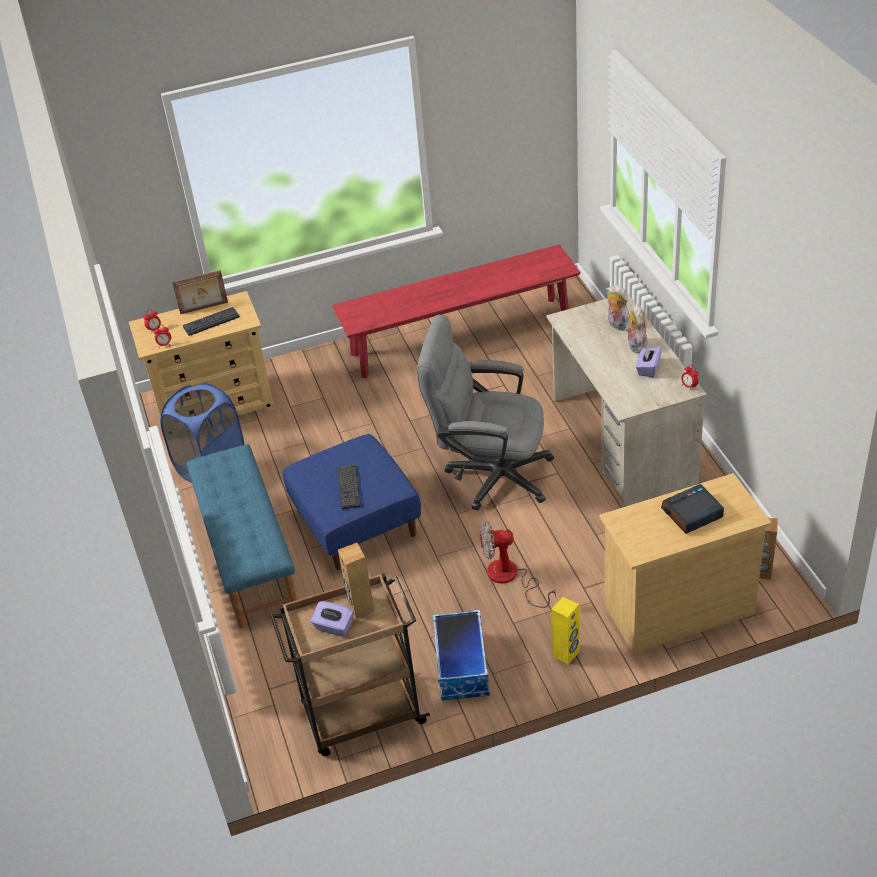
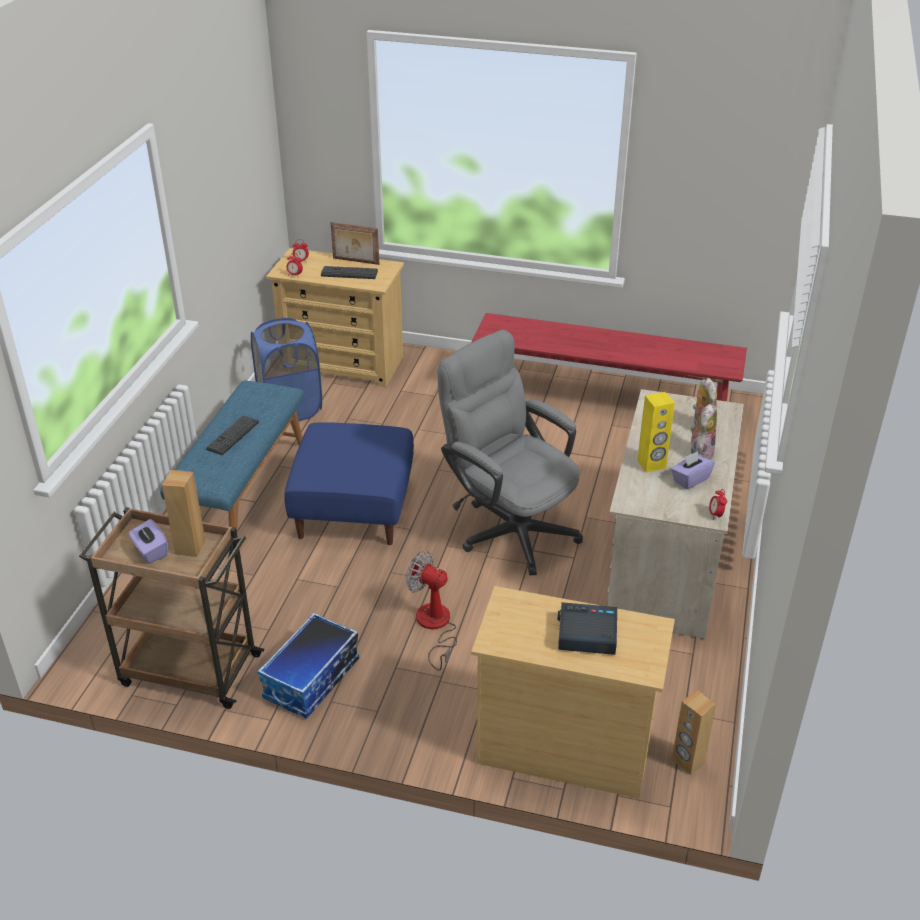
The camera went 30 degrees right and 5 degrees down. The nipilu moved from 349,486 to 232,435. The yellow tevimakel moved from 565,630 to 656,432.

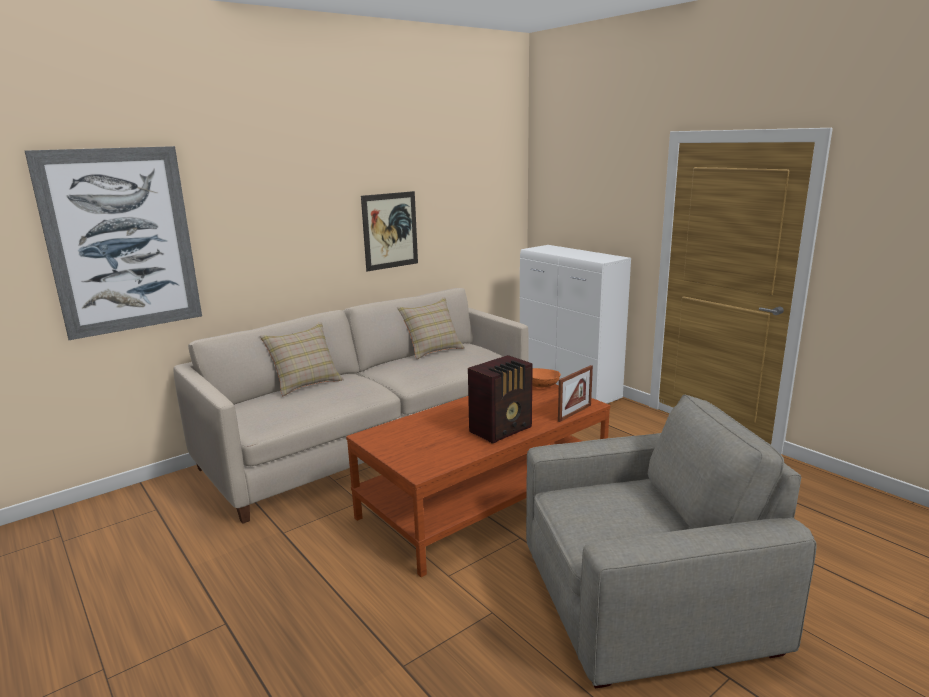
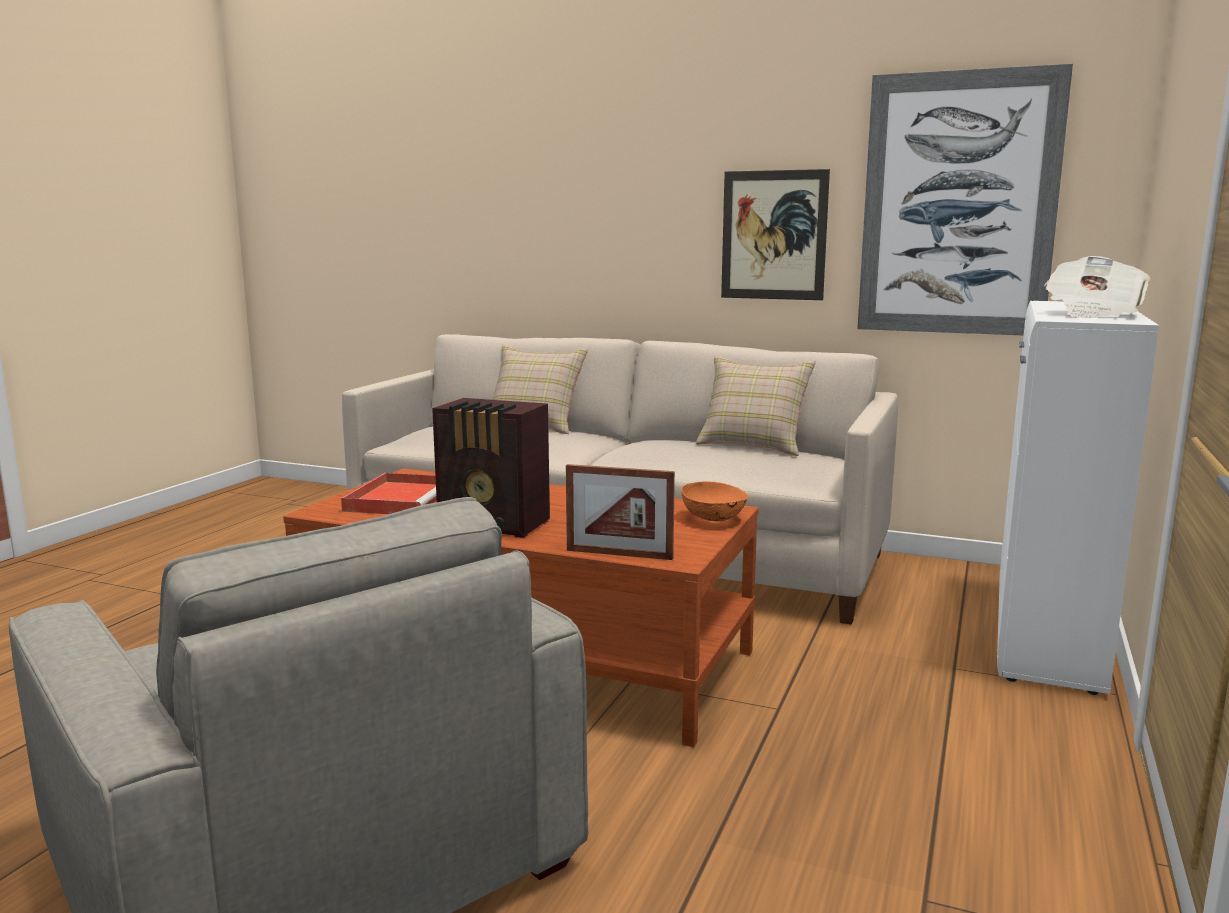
The camera went 60 degrees right and 5 degrees down. The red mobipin at 389,493 appeared. The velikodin moved from 113,243 to 965,200. The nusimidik at 1097,287 appeared.

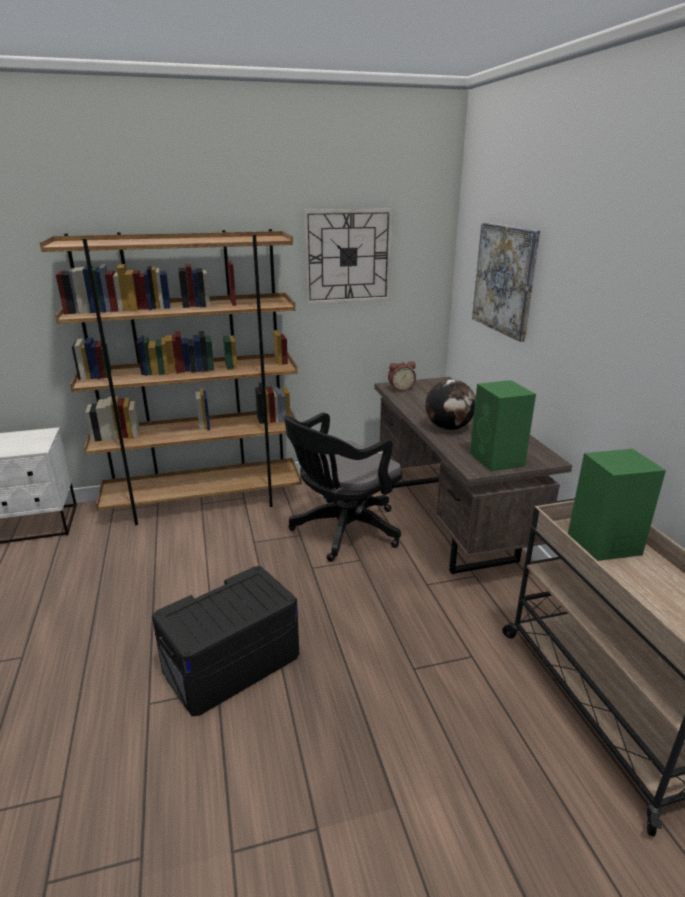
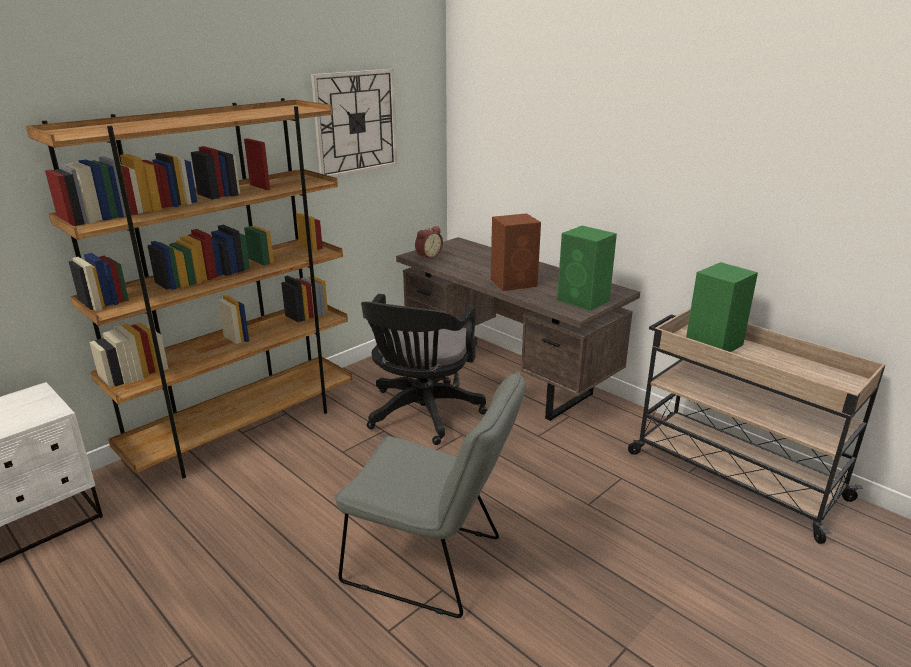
The camera went 30 degrees left and 0 degrees up. The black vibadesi at 225,641 was replaced by the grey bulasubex at 430,494. The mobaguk at 450,404 was replaced by the brown tevimakel at 516,252. The velikodin at 506,282 disappeared.

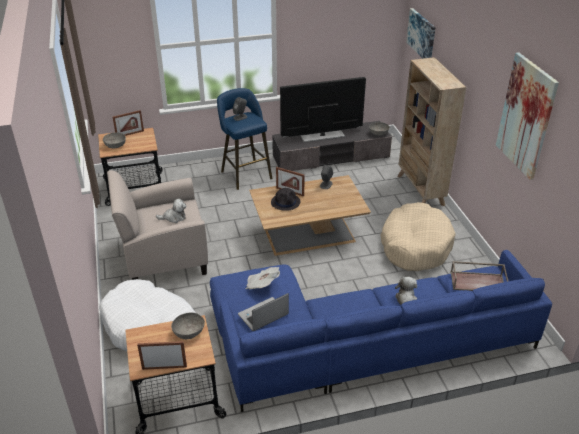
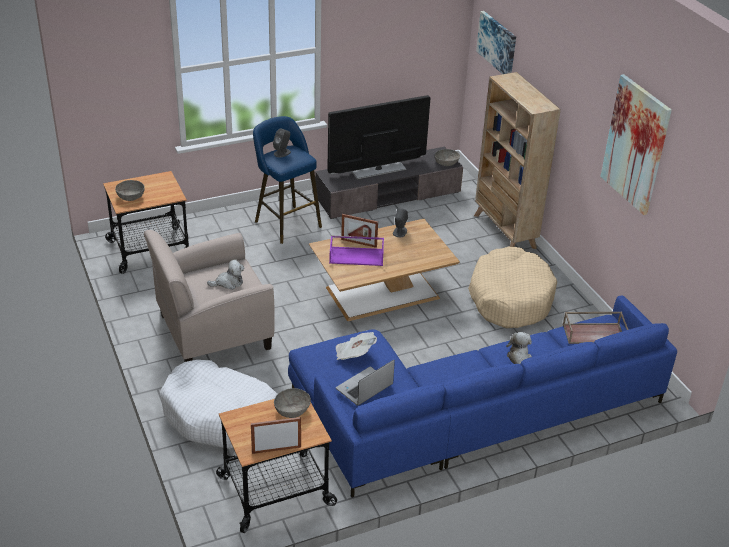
The camera went 10 degrees left and 0 degrees up. The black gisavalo at 285,199 was replaced by the purple mobipin at 356,250. The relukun at 128,123 disappeared.

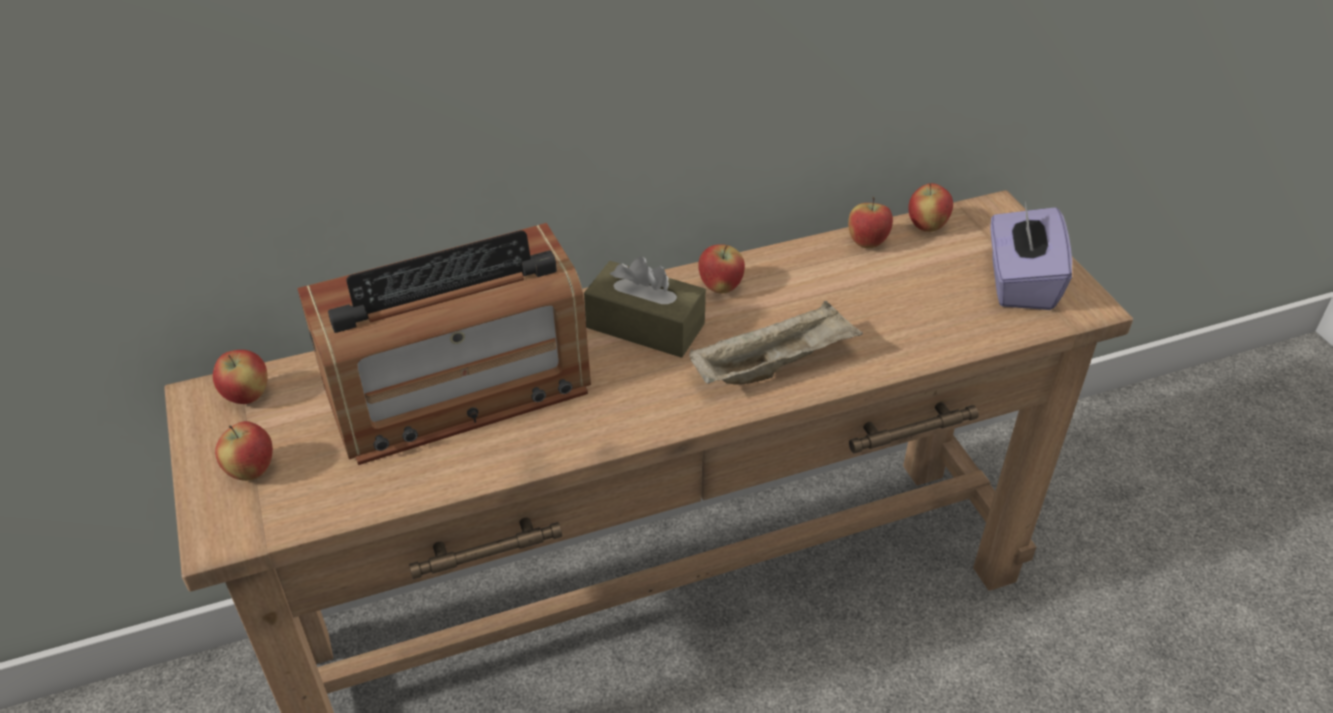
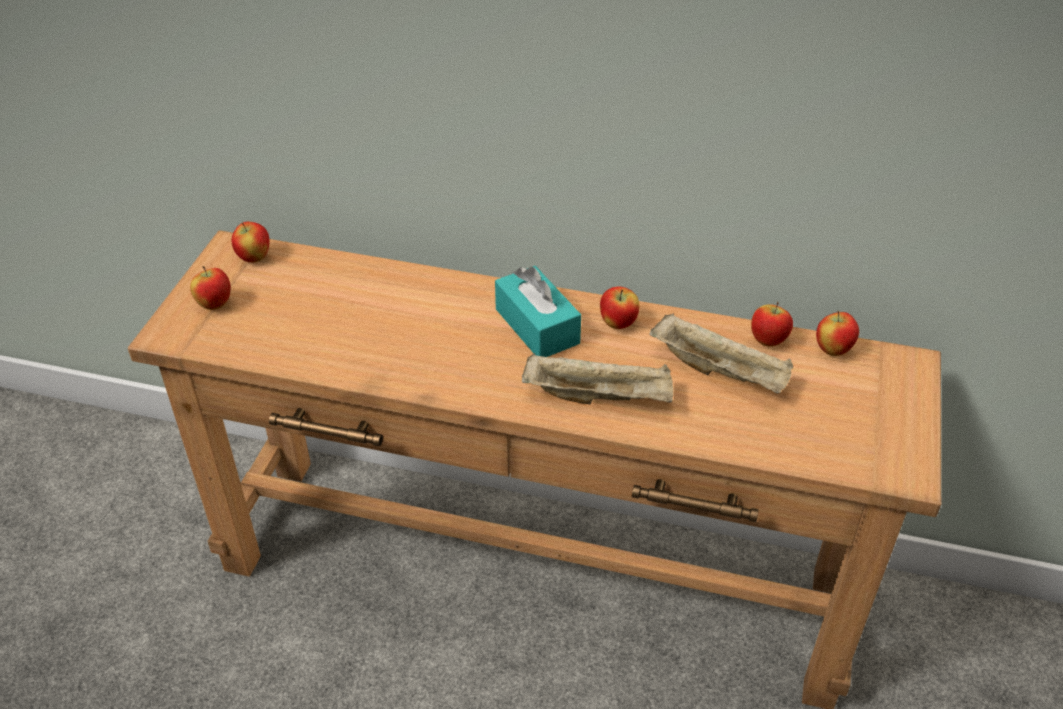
The camera went 35 degrees right and 0 degrees up. The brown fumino at 645,307 became the turquoise fumino at 538,311. The beige mobipin at 721,353 appeared. The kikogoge at 444,344 disappeared. The purple fumino at 1031,255 disappeared.

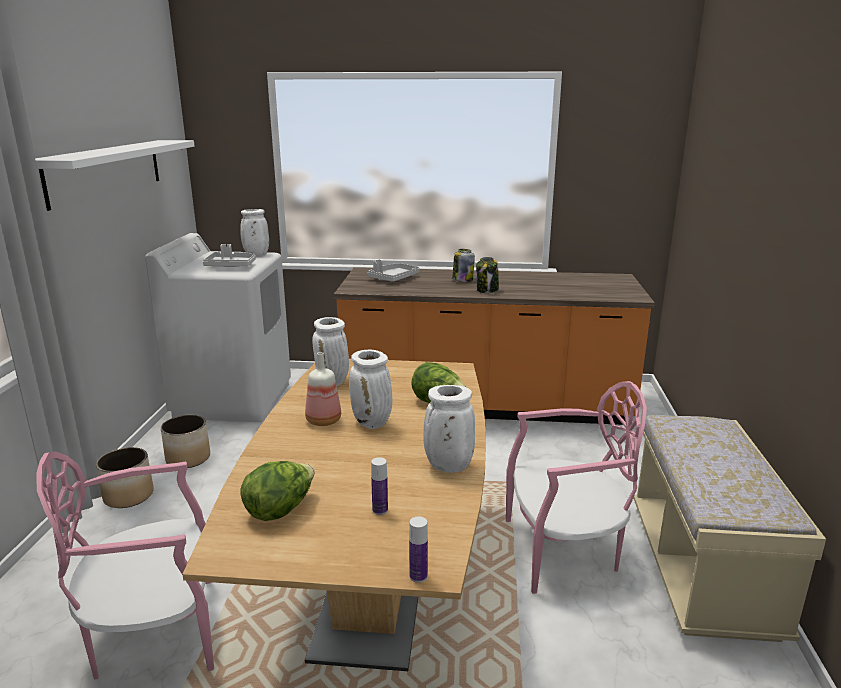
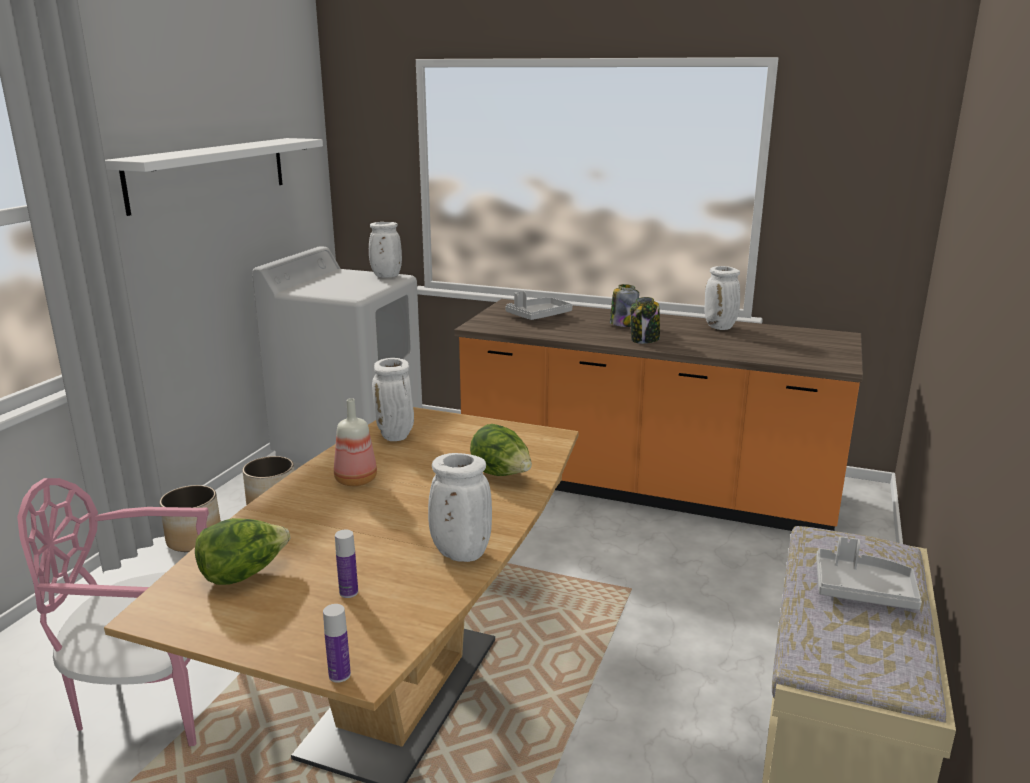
The camera went 15 degrees right and 0 degrees up. The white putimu moved from 370,389 to 722,298. The grey mobipin moved from 229,255 to 869,573. The pink bulasubex at 576,487 disappeared.

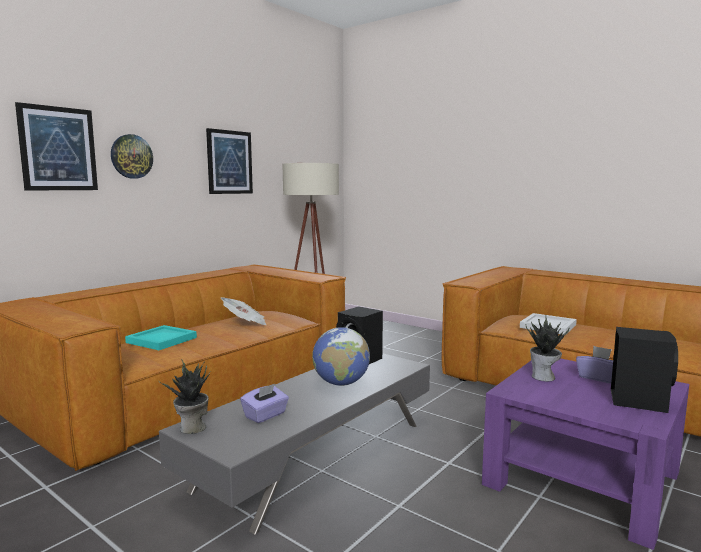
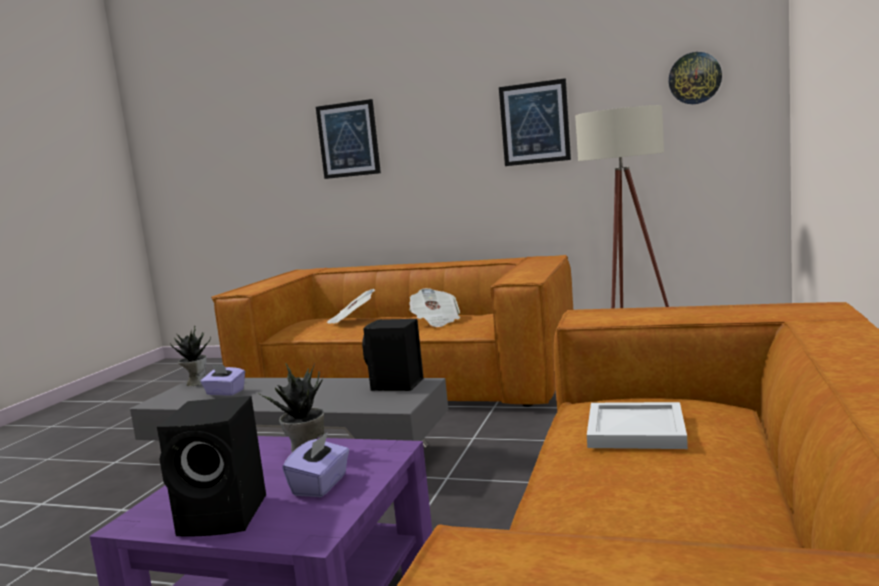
The camera went 70 degrees right and 0 degrees up. The turquoise mobipin at 161,337 was replaced by the nusimidik at 351,306. The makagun moved from 132,156 to 695,78. The mobaguk at 341,356 disappeared.

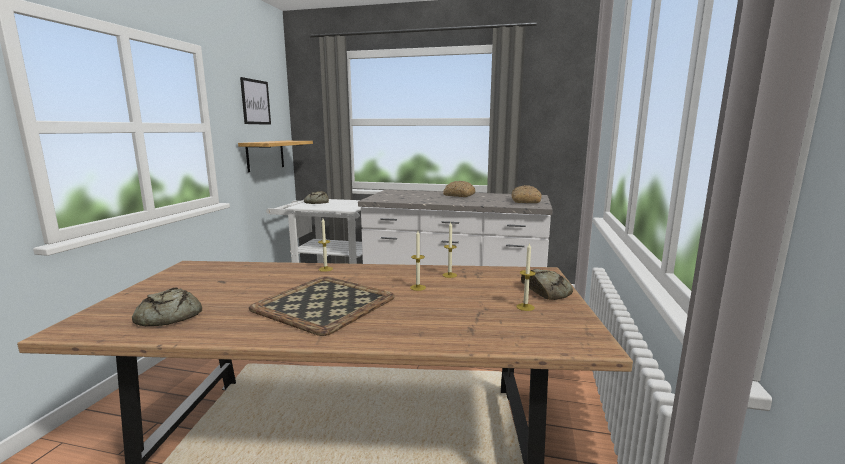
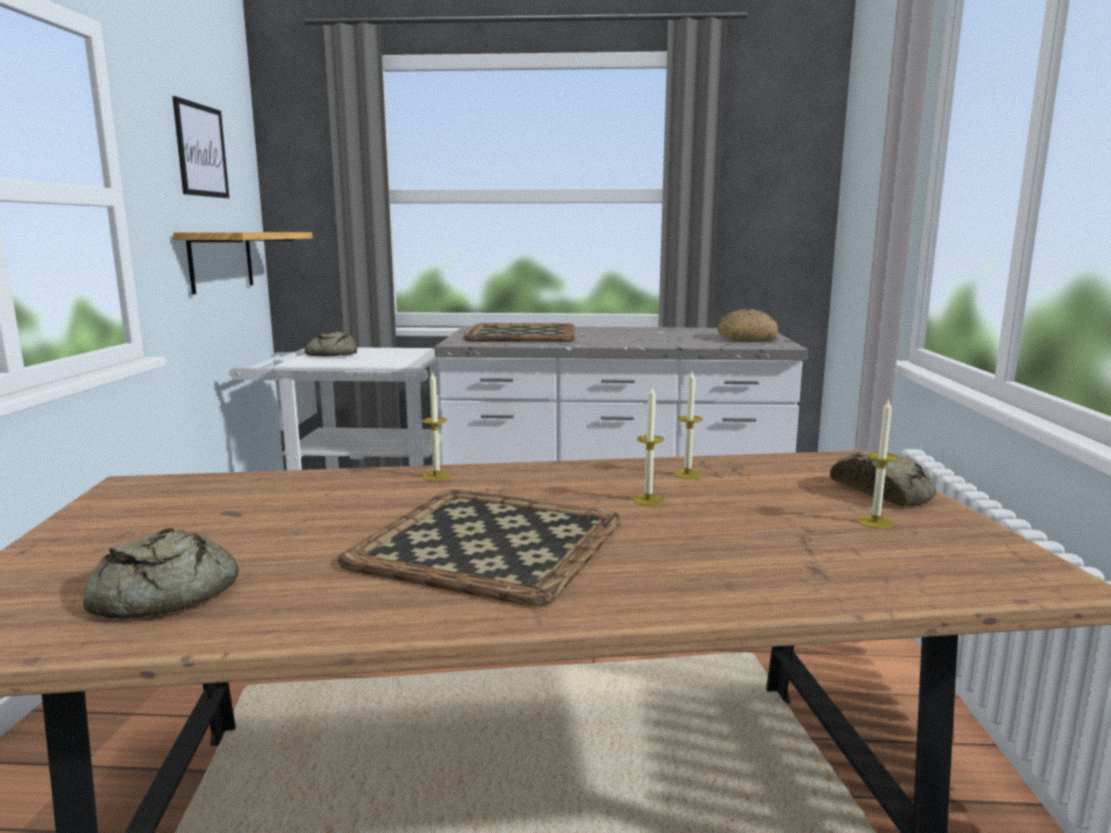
The camera went 10 degrees left and 0 degrees up. The mobipin at 519,332 appeared. The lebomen at 459,189 disappeared.

